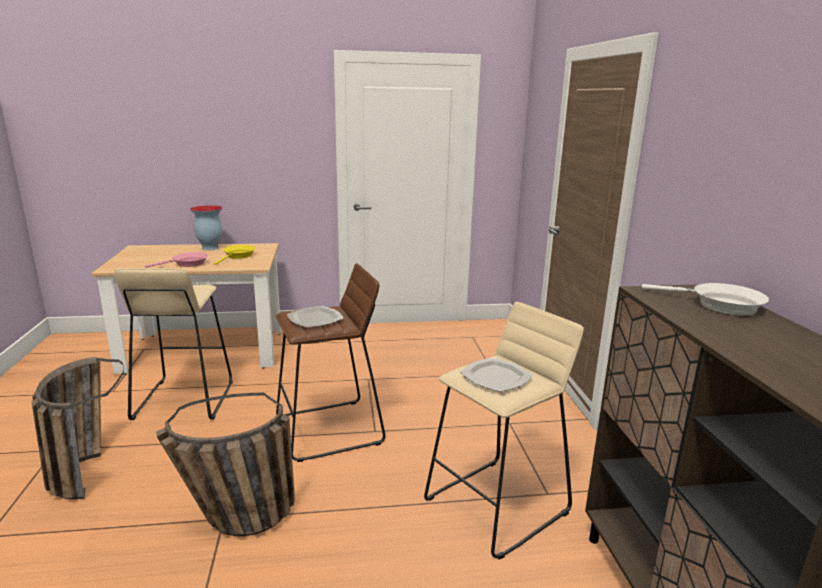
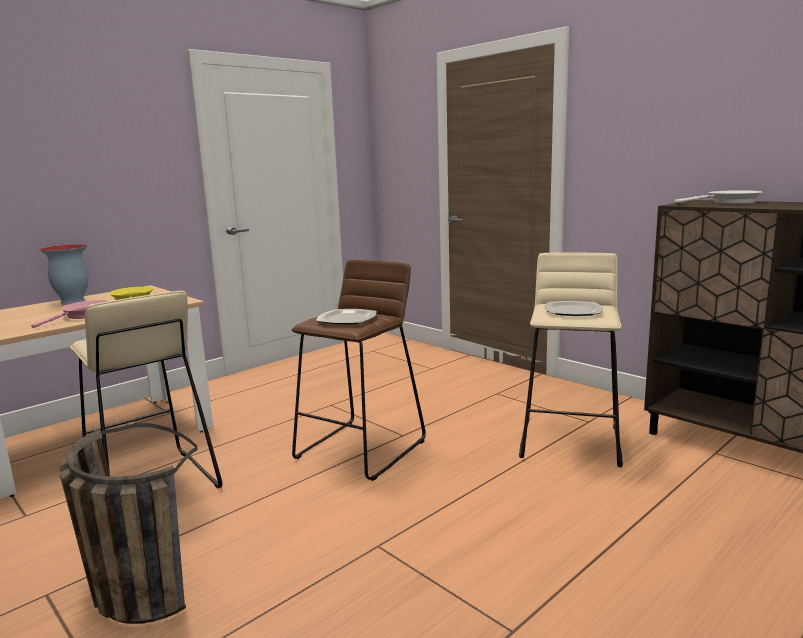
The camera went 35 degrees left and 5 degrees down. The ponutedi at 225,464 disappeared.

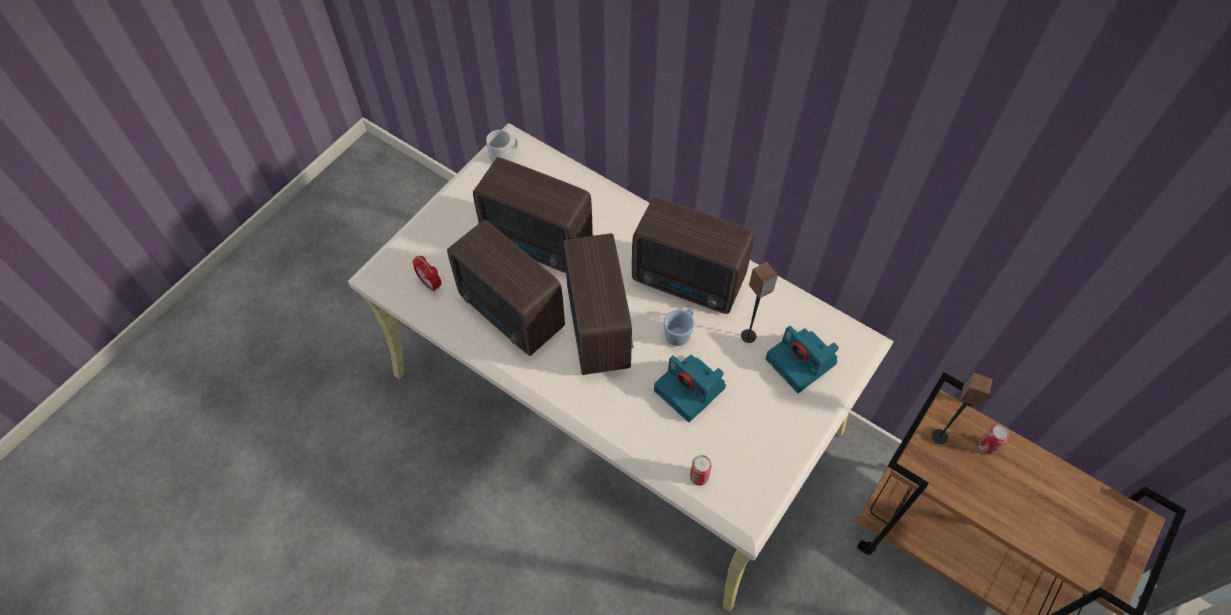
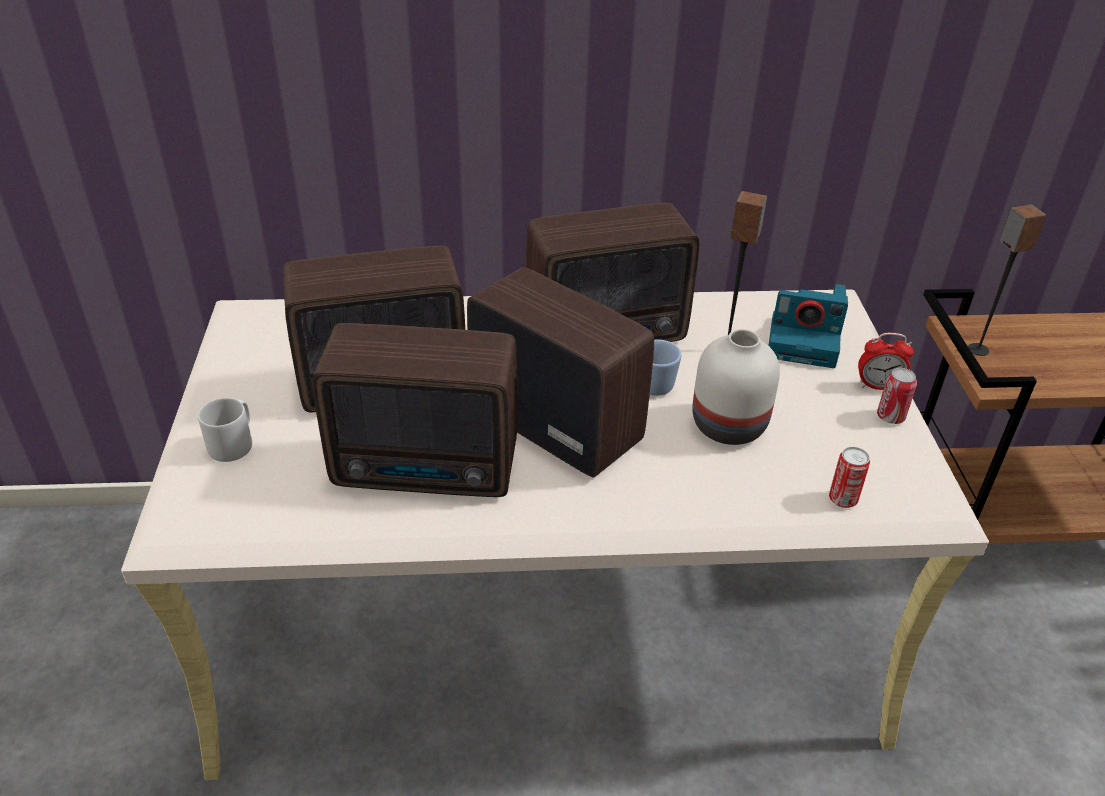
The camera went 40 degrees left and 20 degrees down. The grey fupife moved from 502,146 to 225,430. The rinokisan at 690,388 was replaced by the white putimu at 736,387. The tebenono moved from 427,274 to 886,361. The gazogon moved from 994,440 to 897,396.

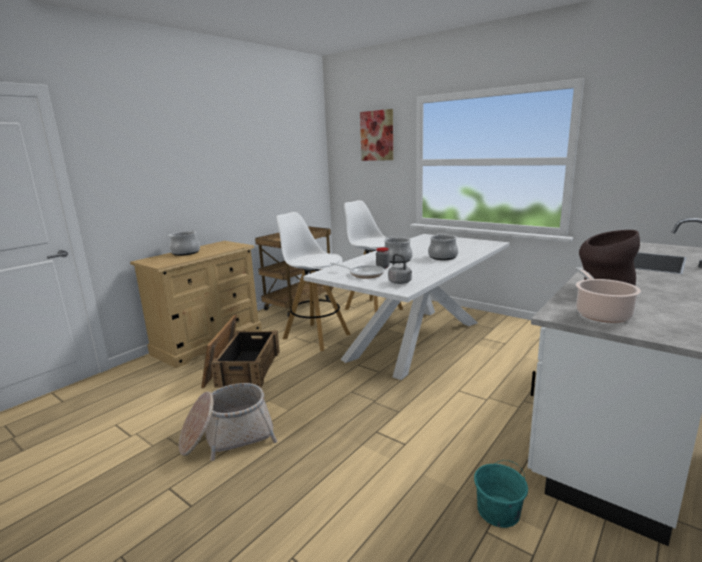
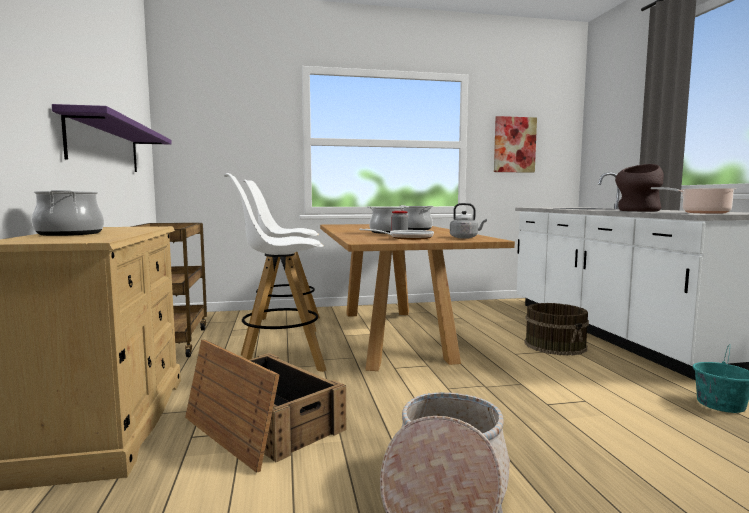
The camera went 50 degrees left and 10 degrees down. The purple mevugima at 112,138 appeared. The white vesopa at 406,307 became the brown vesopa at 417,297. The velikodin moved from 376,135 to 515,144. The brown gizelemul at 556,329 appeared.

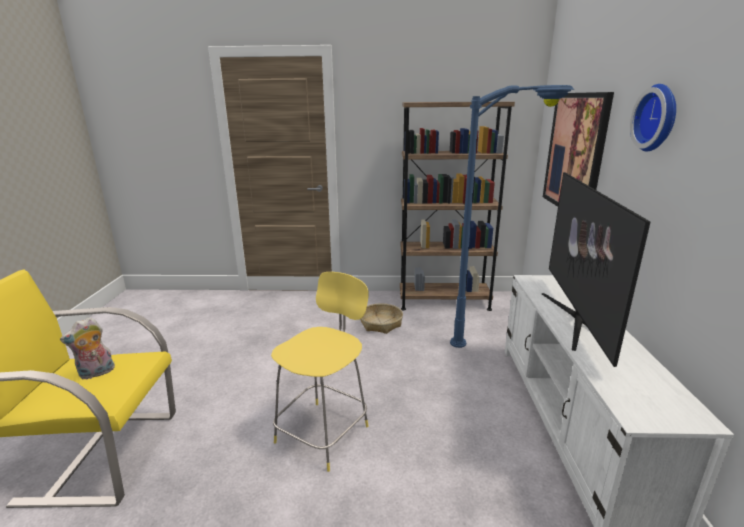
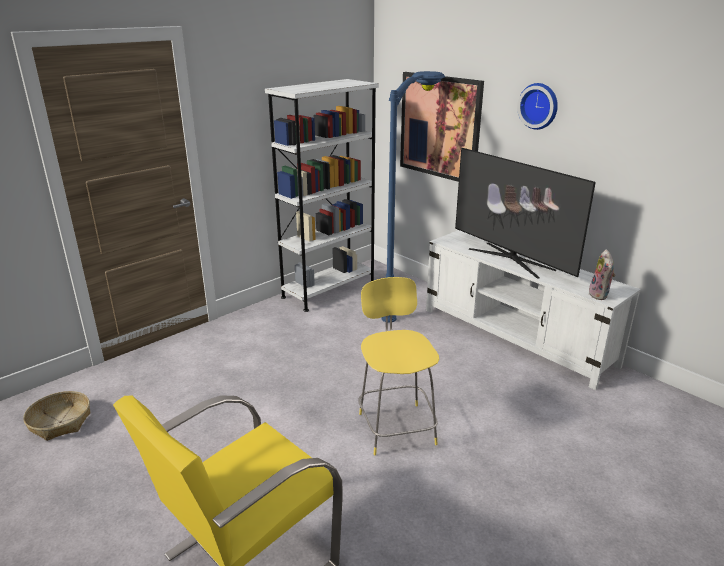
The camera went 45 degrees left and 5 degrees up. The ponutedi moved from 381,319 to 56,416. The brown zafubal at 457,206 became the white zafubal at 322,195. The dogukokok moved from 87,348 to 602,275.

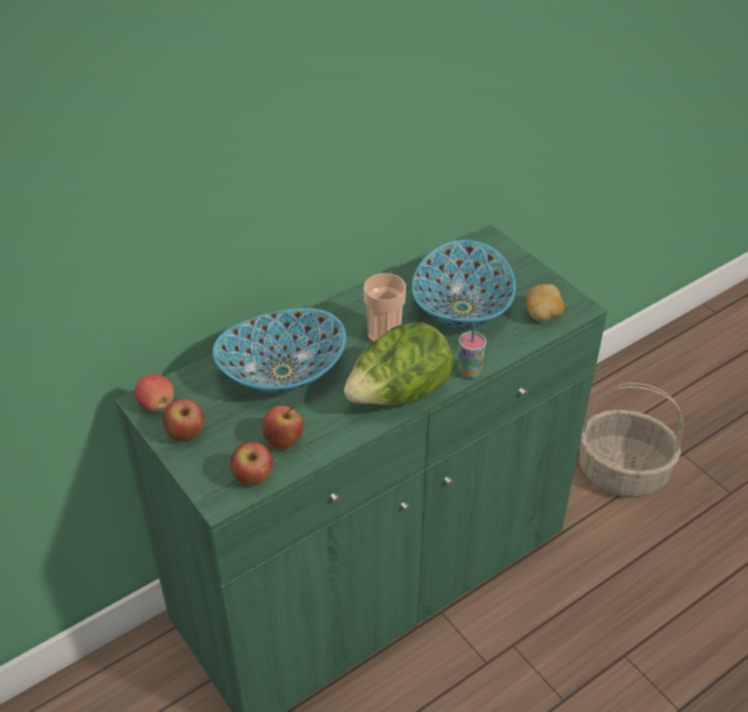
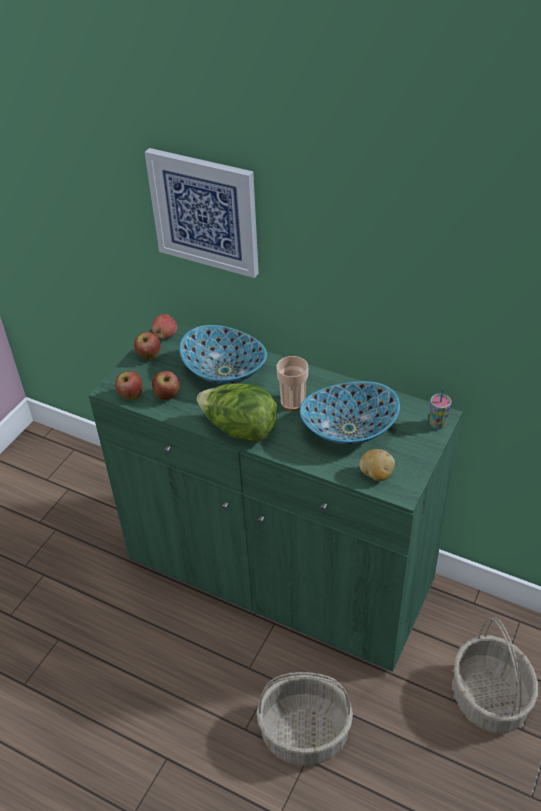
The camera went 65 degrees right and 0 degrees up. The velikodin at 202,213 appeared. The ponutedi at 304,719 appeared. The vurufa moved from 472,351 to 440,408.

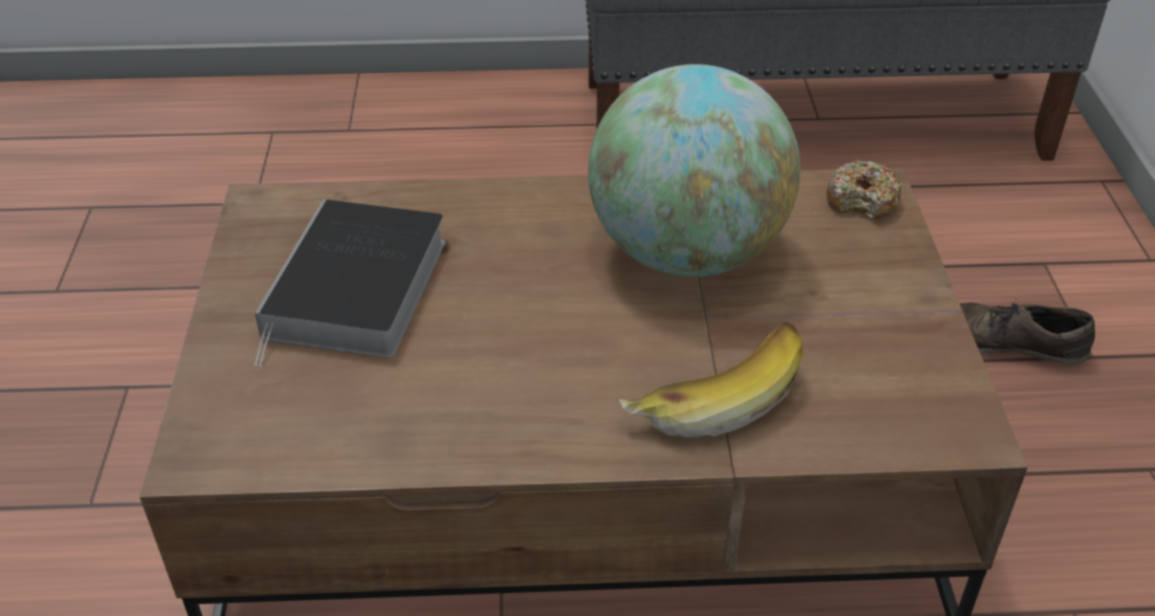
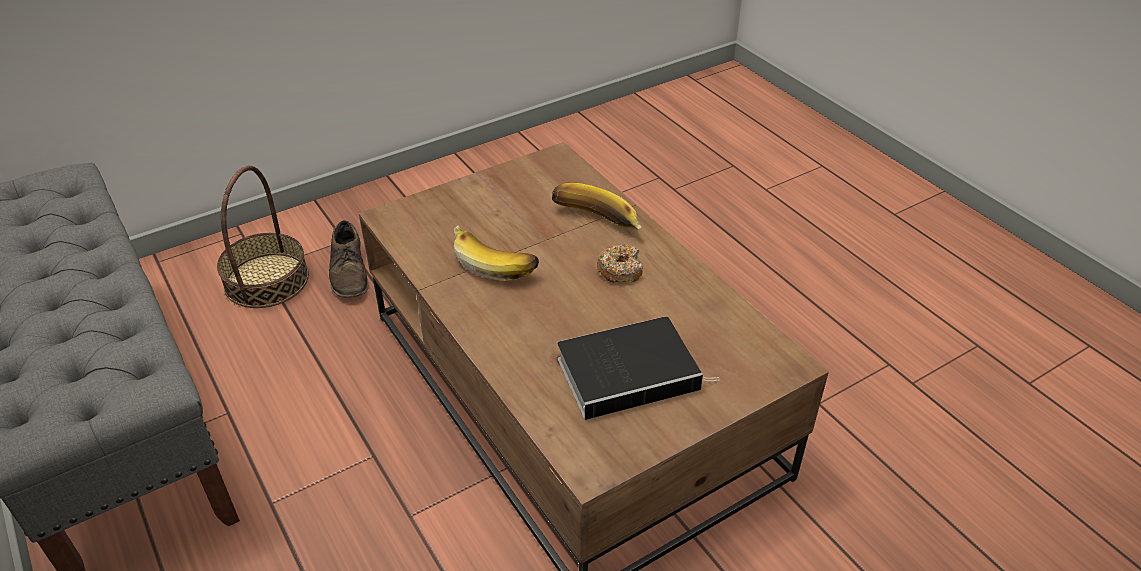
The camera went 120 degrees left and 0 degrees up. The ponutedi at 263,236 appeared. The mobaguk at 694,170 was replaced by the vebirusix at 496,253. The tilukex moved from 864,190 to 620,263.

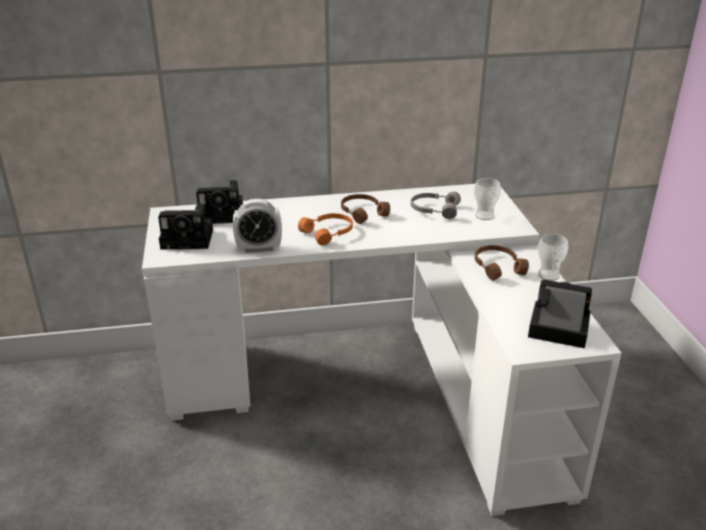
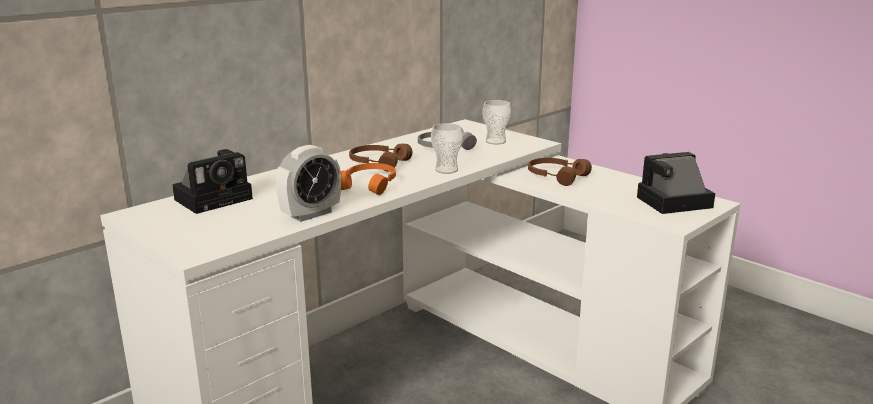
The camera went 35 degrees left and 10 degrees down. The vurufa moved from 553,257 to 447,148. The rinokisan at 185,226 disappeared.

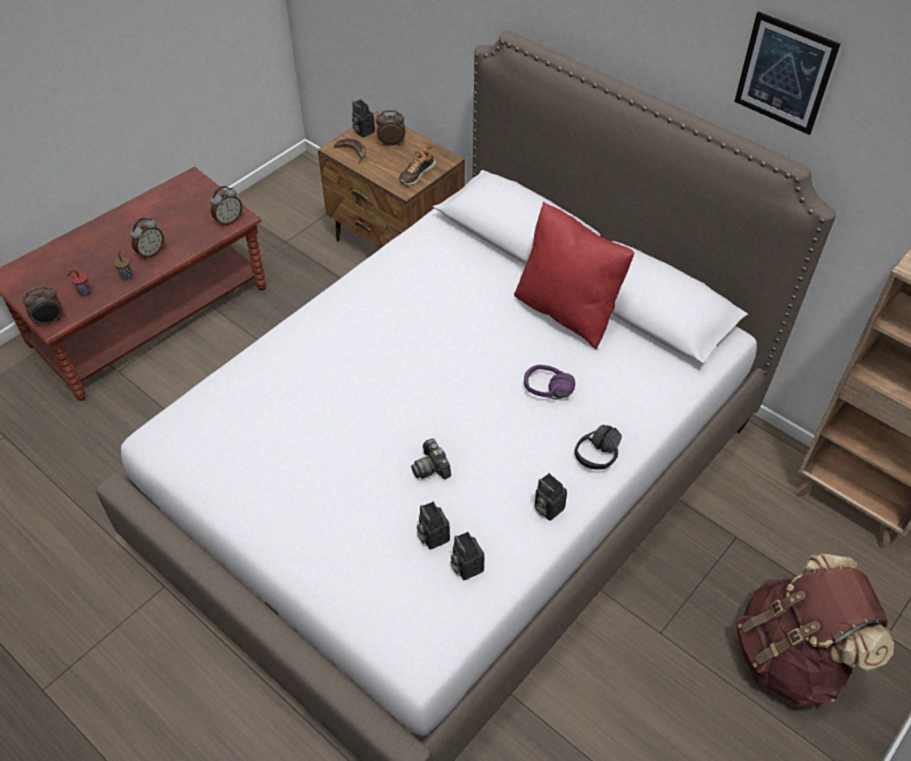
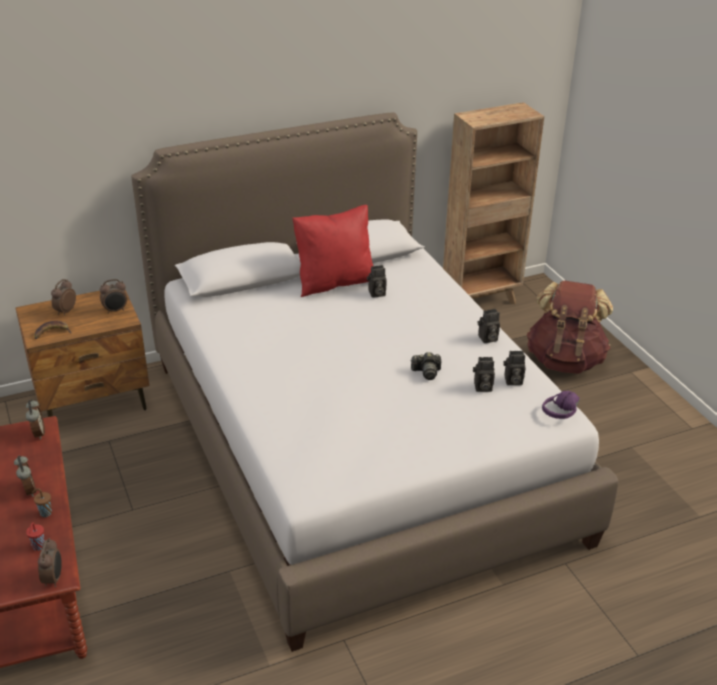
The camera went 65 degrees left and 15 degrees down. The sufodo at 417,165 was replaced by the tebenono at 113,296. The rinokisan moved from 363,118 to 377,281. The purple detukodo moved from 549,382 to 561,405. The black detukodo at 598,447 disappeared. The velikodin at 787,73 disappeared.

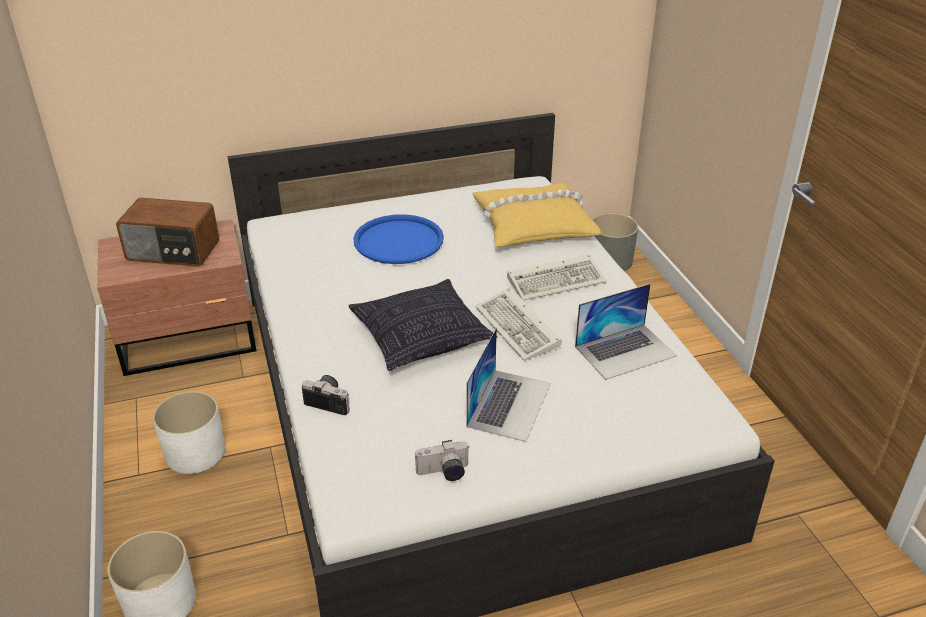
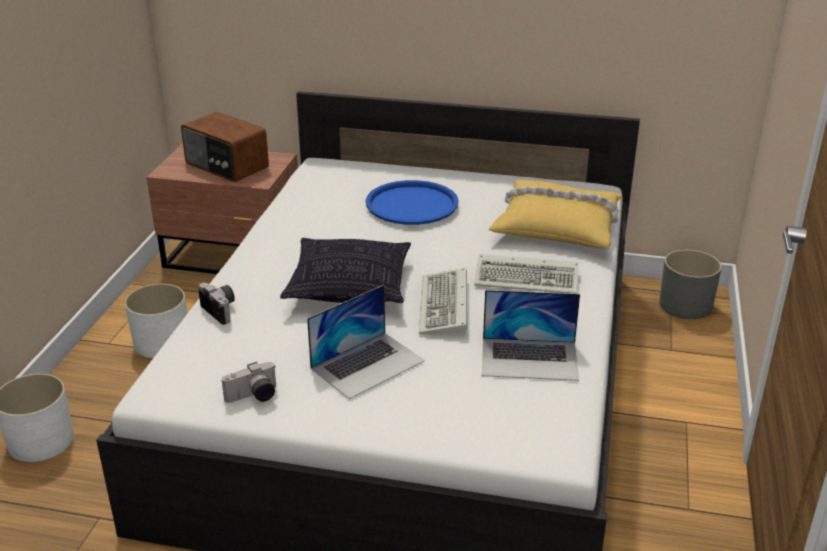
The camera went 30 degrees right and 5 degrees down. The rinokisan at 442,460 turned 45 degrees counterclockwise.

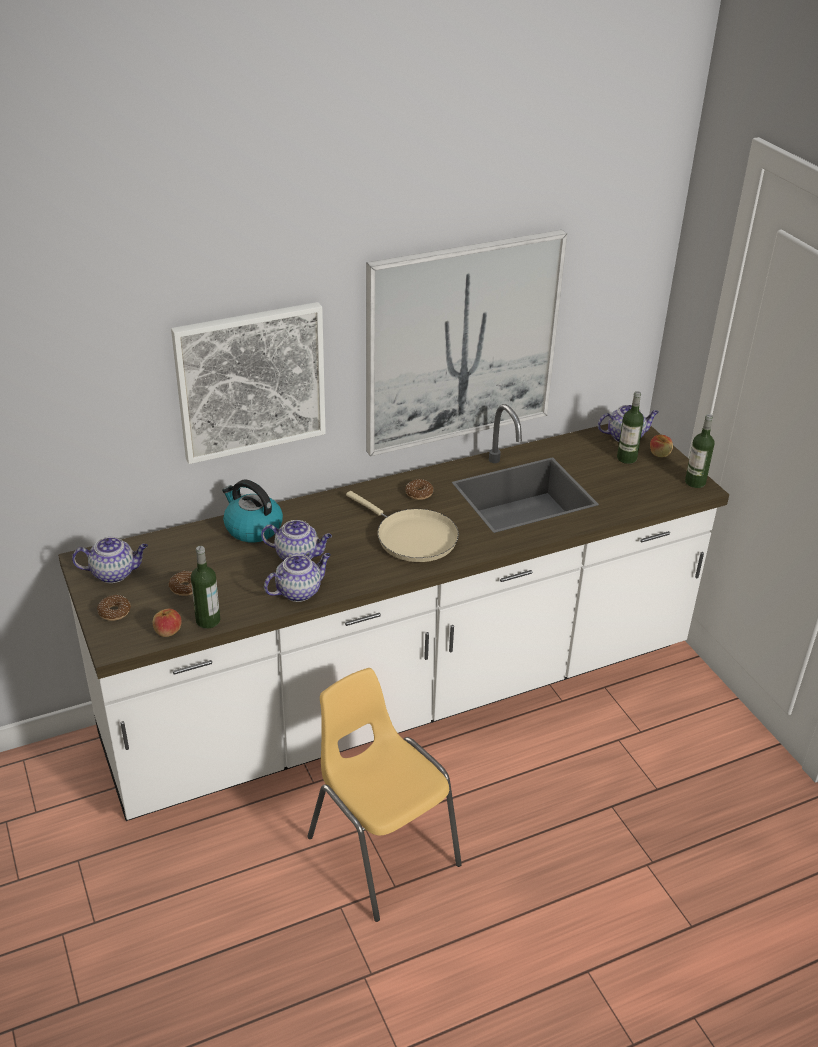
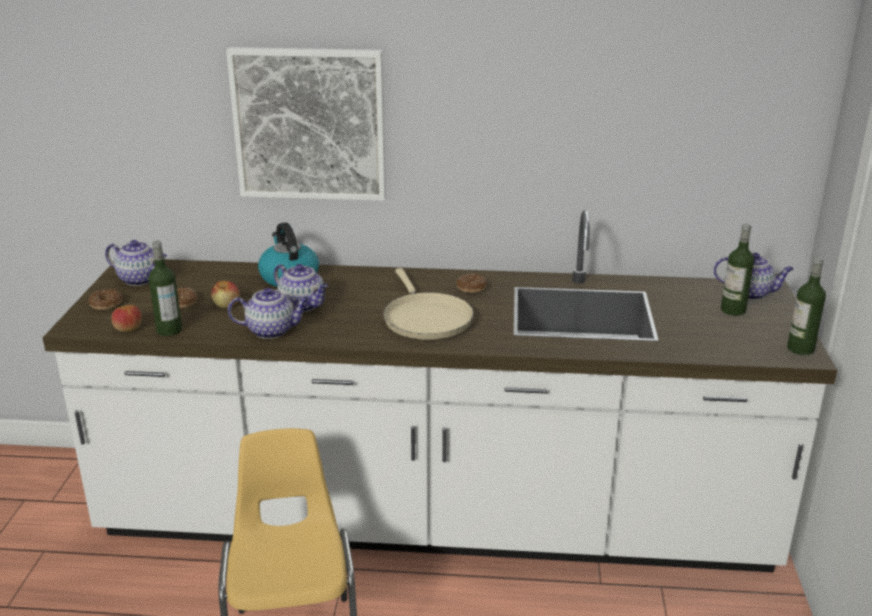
The camera went 30 degrees right and 10 degrees down. The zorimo moved from 661,446 to 225,294. The velikodin at 466,343 disappeared.

